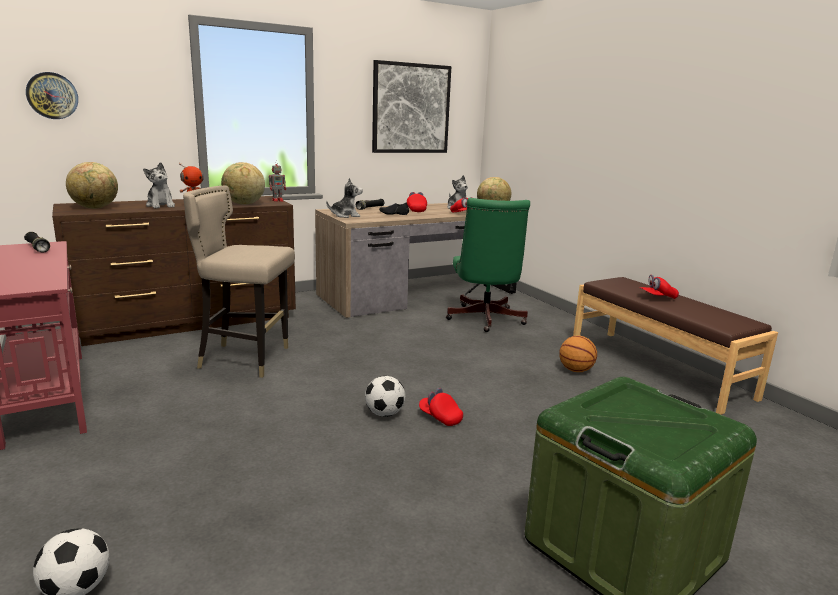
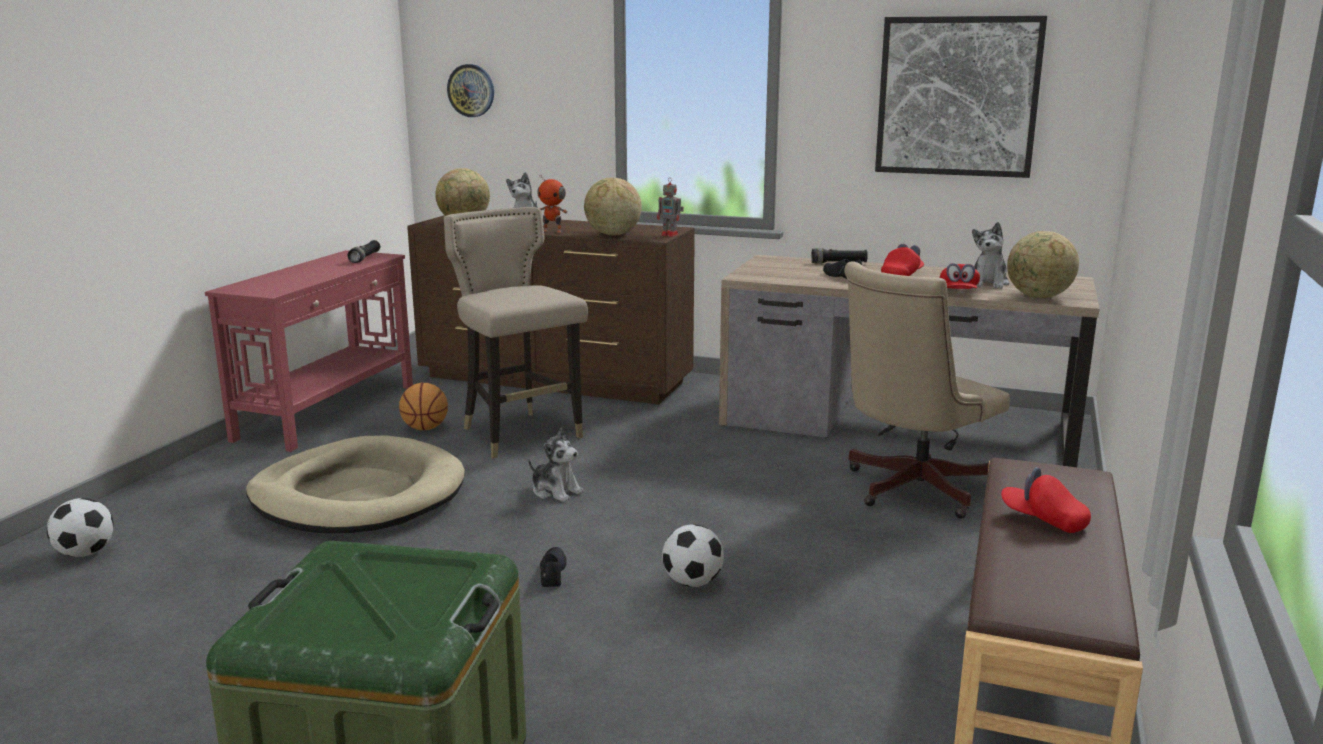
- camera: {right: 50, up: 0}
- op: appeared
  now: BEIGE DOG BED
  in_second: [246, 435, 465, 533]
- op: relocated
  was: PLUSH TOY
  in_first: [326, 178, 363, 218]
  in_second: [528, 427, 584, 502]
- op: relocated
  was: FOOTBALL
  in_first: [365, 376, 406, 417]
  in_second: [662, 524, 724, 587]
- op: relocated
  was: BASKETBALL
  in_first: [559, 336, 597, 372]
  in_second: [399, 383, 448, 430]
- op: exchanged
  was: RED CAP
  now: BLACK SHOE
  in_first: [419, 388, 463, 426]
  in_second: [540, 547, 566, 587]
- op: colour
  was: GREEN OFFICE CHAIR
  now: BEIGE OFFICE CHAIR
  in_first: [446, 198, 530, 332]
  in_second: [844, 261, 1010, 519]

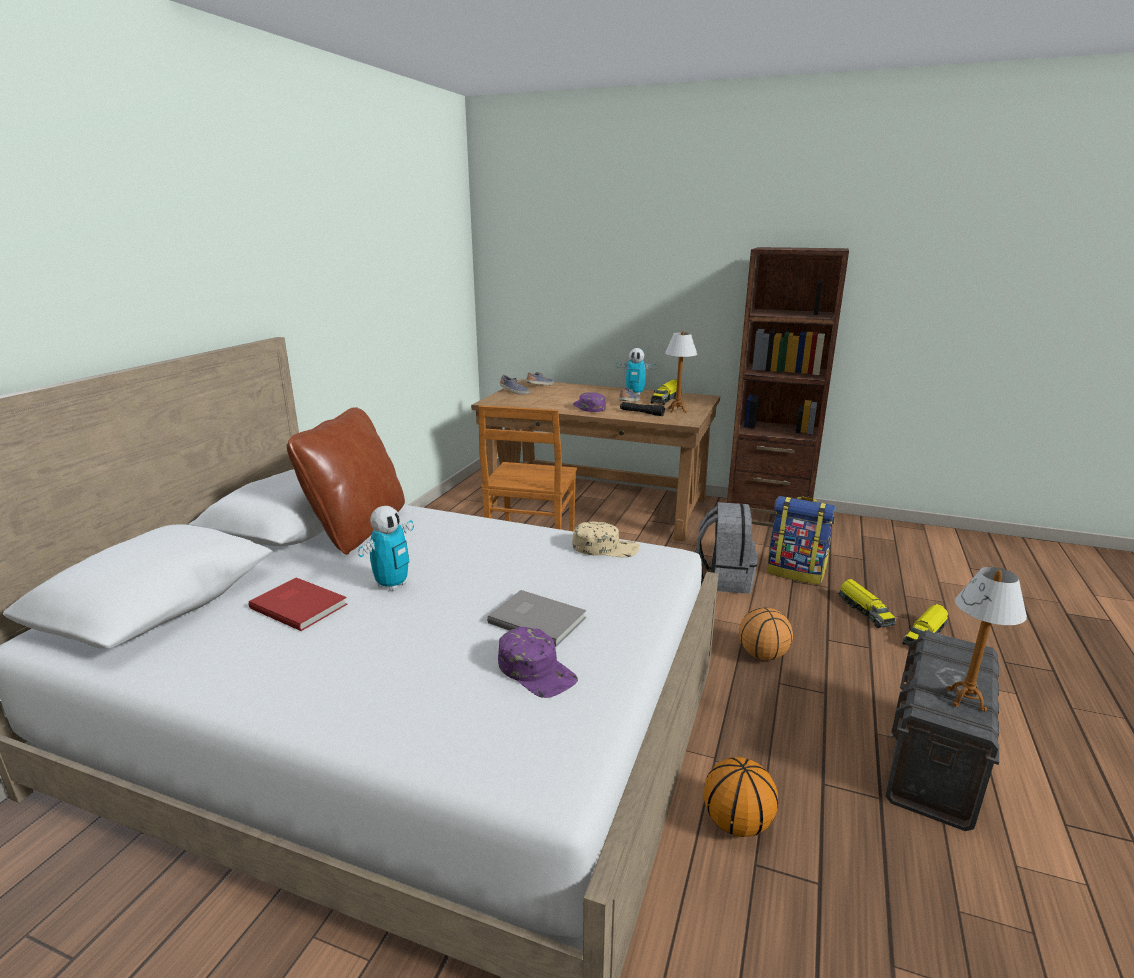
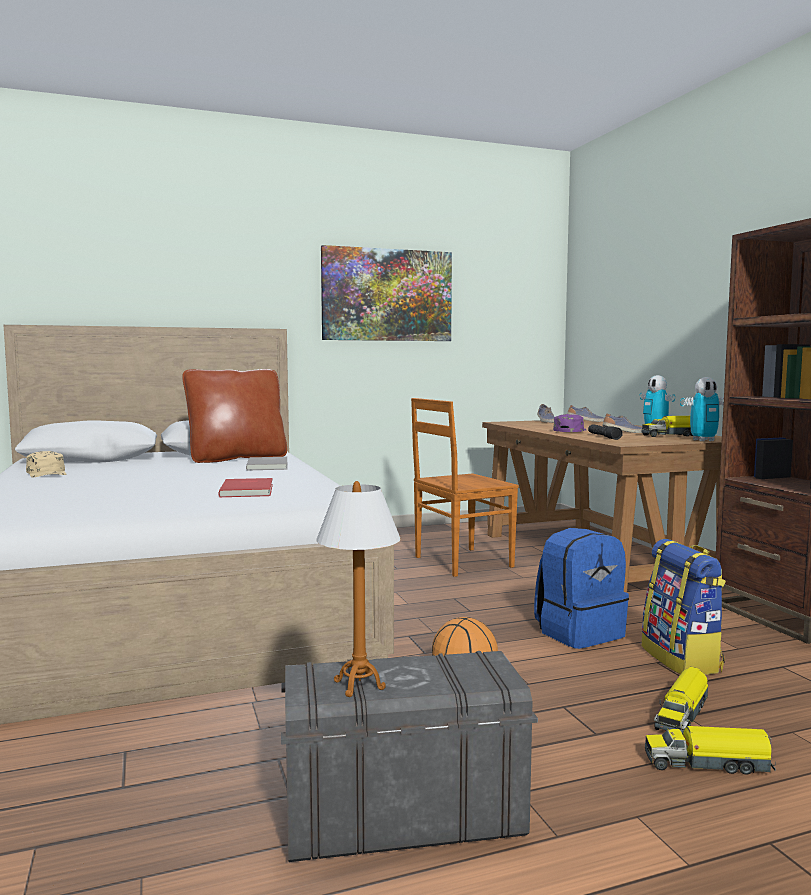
- camera: {right: 50, up: -15}
- op: missing
  was: PURPLE CAP
  in_first: [498, 627, 578, 698]
- op: missing
  was: TABLE LAMP
  in_first: [665, 331, 697, 413]
- op: missing
  was: BASKETBALL
  in_first: [704, 757, 778, 837]
- op: appeared
  now: PICTURE
  in_second: [321, 245, 452, 341]
- op: relocated
  was: RED BOOK
  in_first: [248, 577, 347, 631]
  in_second: [218, 478, 273, 497]
- op: relocated
  was: TOY ROBOT
  in_first: [359, 506, 414, 592]
  in_second: [680, 377, 724, 441]
- op: relocated
  was: GREY BOOK
  in_first: [487, 590, 586, 647]
  in_second: [246, 457, 288, 471]
- op: relocated
  was: BEIGE CAP
  in_first: [572, 522, 640, 558]
  in_second: [26, 451, 66, 477]
- op: colour
  was: GREY BACKPACK
  now: BLUE BACKPACK
  in_first: [696, 502, 758, 594]
  in_second: [534, 528, 629, 649]

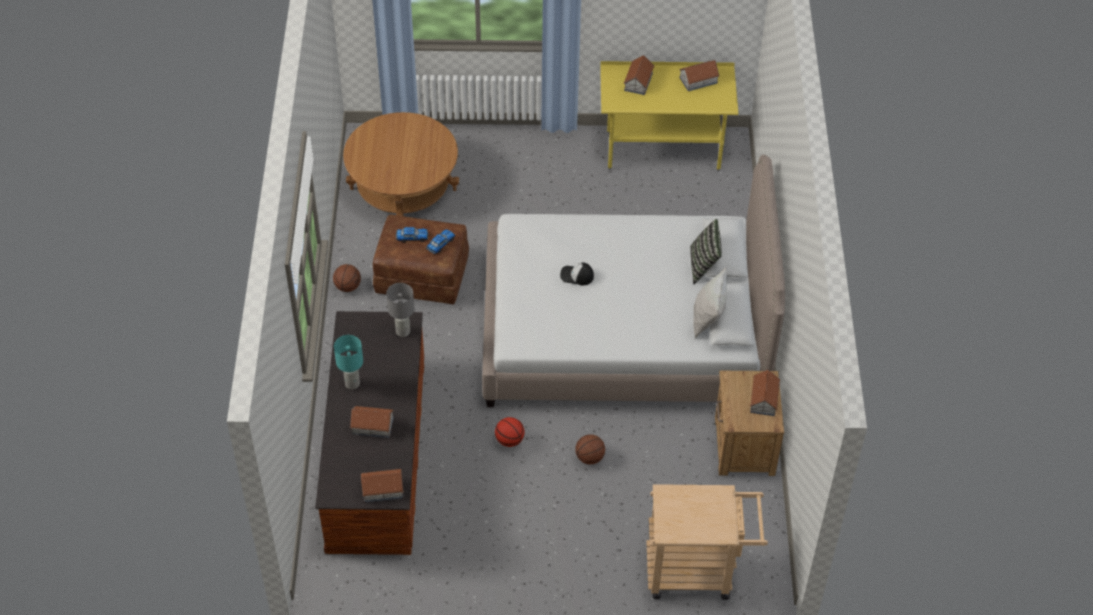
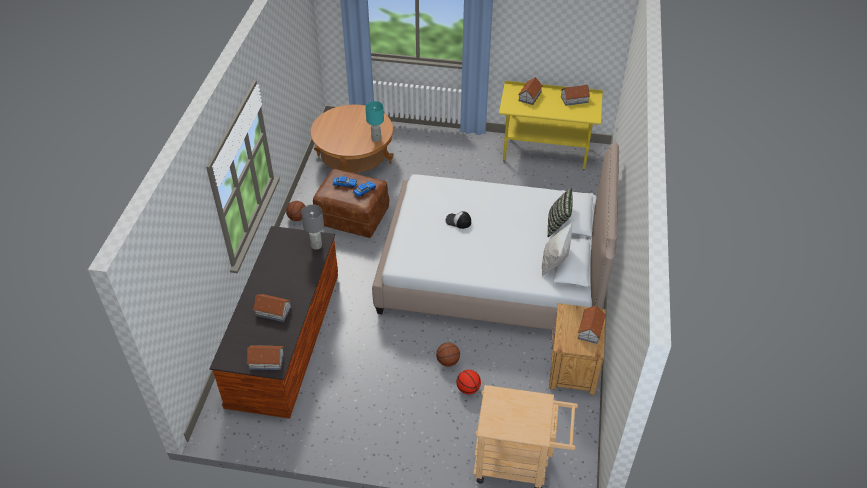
- camera: {right: 10, up: -5}
- op: relocated
  was: TURQUOISE TABLE LAMP
  in_first: [334, 335, 363, 390]
  in_second: [365, 101, 384, 142]
- op: relocated
  was: BASKETBALL
  in_first: [495, 417, 525, 447]
  in_second: [457, 370, 481, 394]

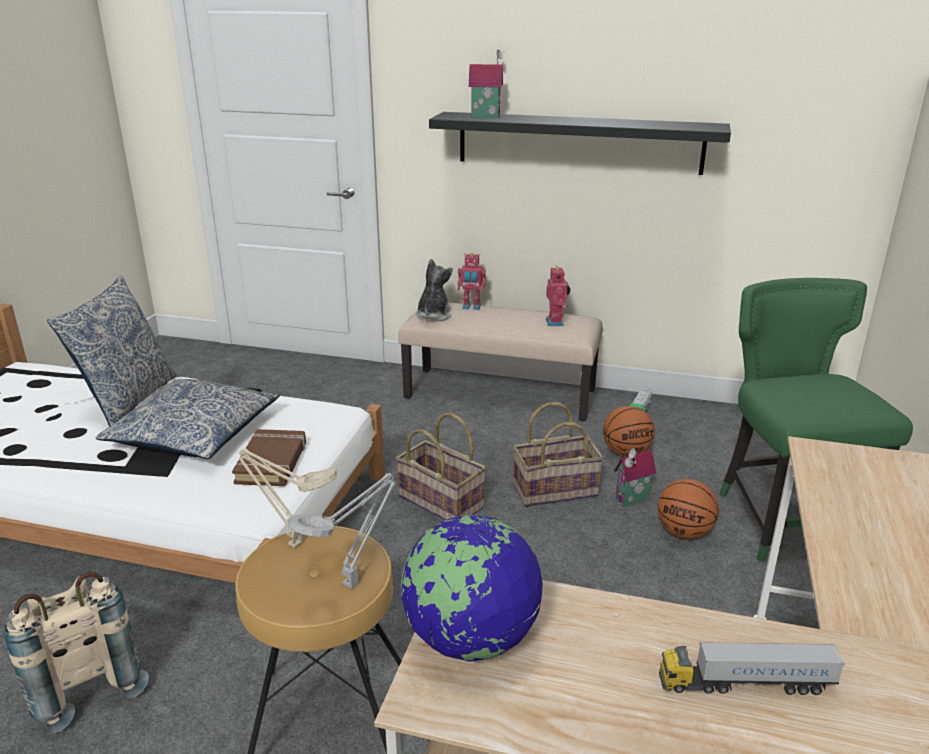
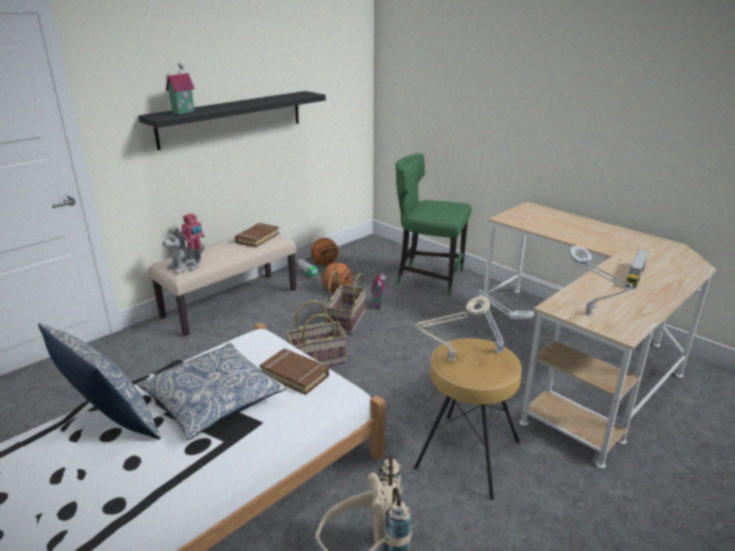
- camera: {right: -60, up: 0}
- op: relocated
  was: BASKETBALL
  in_first: [657, 479, 719, 539]
  in_second: [311, 238, 338, 265]
- op: exchanged
  was: GLOBE
  now: GREY TABLE LAMP
  in_first: [401, 515, 543, 662]
  in_second: [569, 246, 633, 315]
- op: exchanged
  was: TOY ROBOT
  now: BROWN BOOK
  in_first: [546, 265, 570, 326]
  in_second: [235, 223, 280, 247]
- op: spun
  was: PLUSH TOY
  in_first: [416, 259, 453, 321]
  in_second: [162, 228, 204, 274]
  clockwise: -90

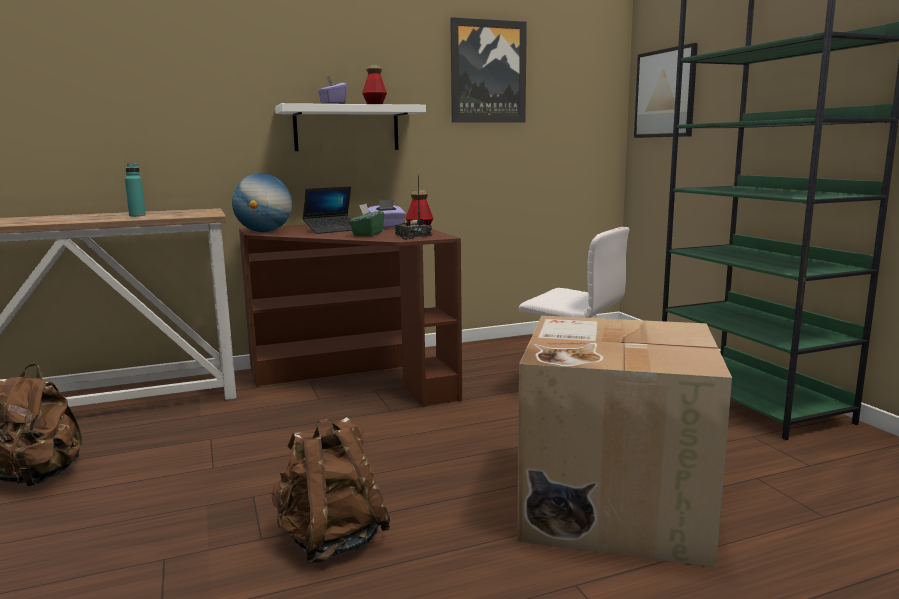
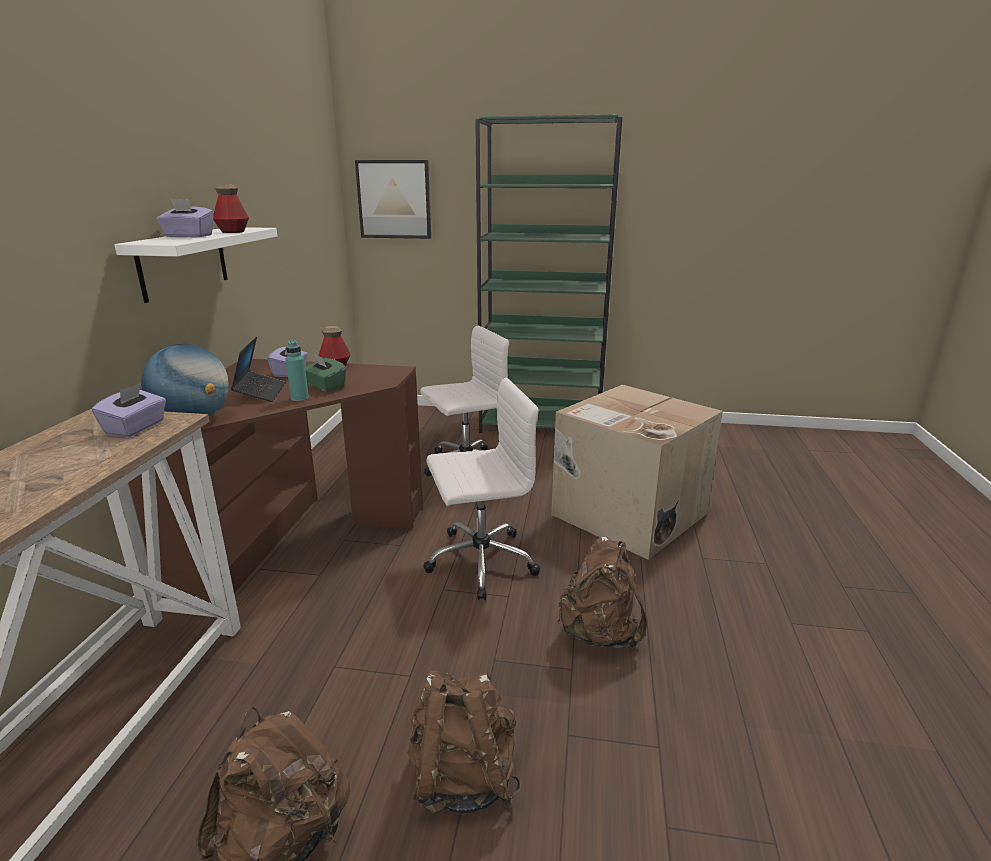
- camera: {right: -60, up: 10}
- op: missing
  was: RADIO
  in_first: [395, 174, 432, 240]
- op: missing
  was: PICTURE
  in_first: [450, 17, 527, 123]
- op: appeared
  now: PURPLE TISSUE BOX
  in_second: [92, 383, 166, 437]
- op: appeared
  now: BROWN BACKPACK
  in_second: [407, 670, 521, 813]
- op: appeared
  now: WHITE OFFICE CHAIR
  in_second: [423, 378, 540, 600]
- op: relocated
  was: TURQUOISE BOTTLE
  in_first: [125, 163, 146, 216]
  in_second: [286, 340, 309, 401]

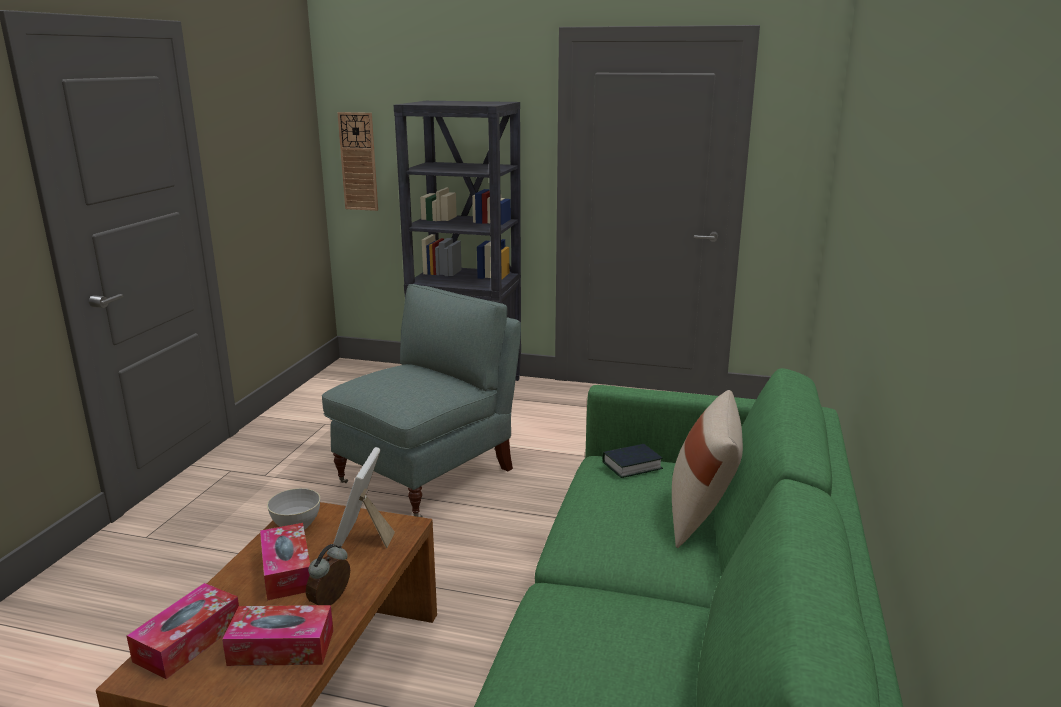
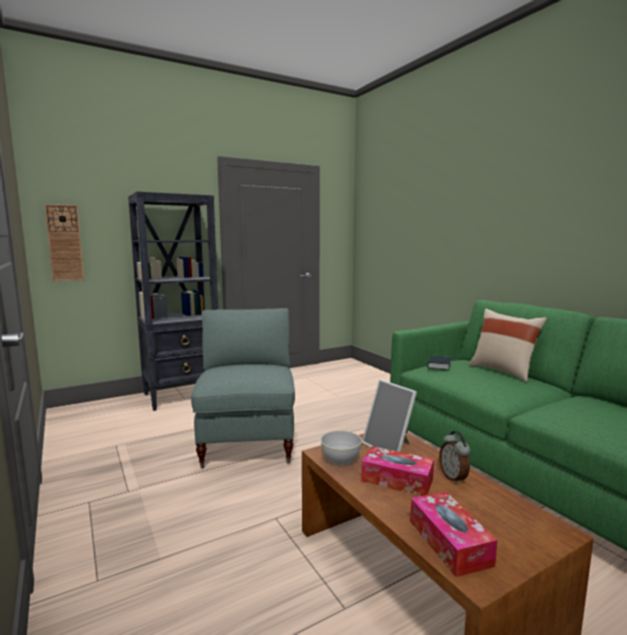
- camera: {right: -45, up: -10}
- op: missing
  was: TISSUE BOX
  in_first: [222, 605, 333, 666]

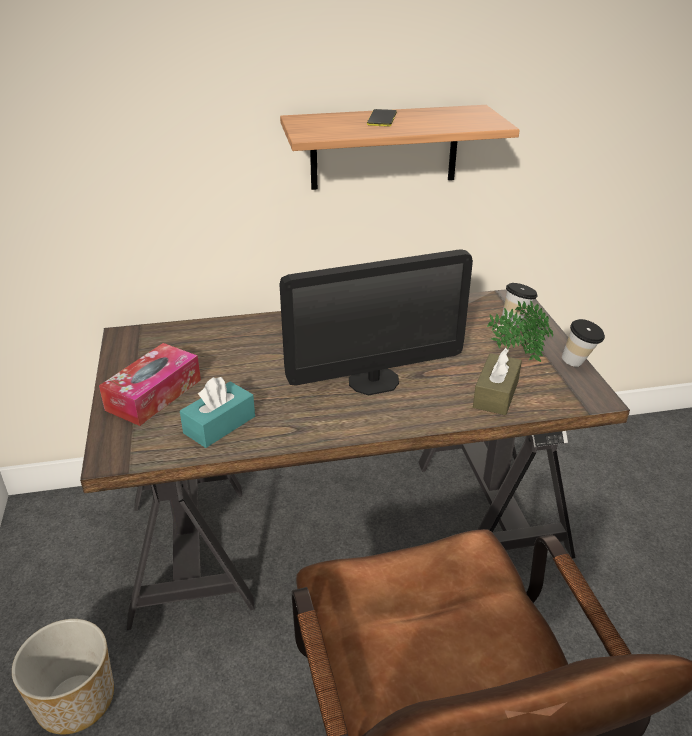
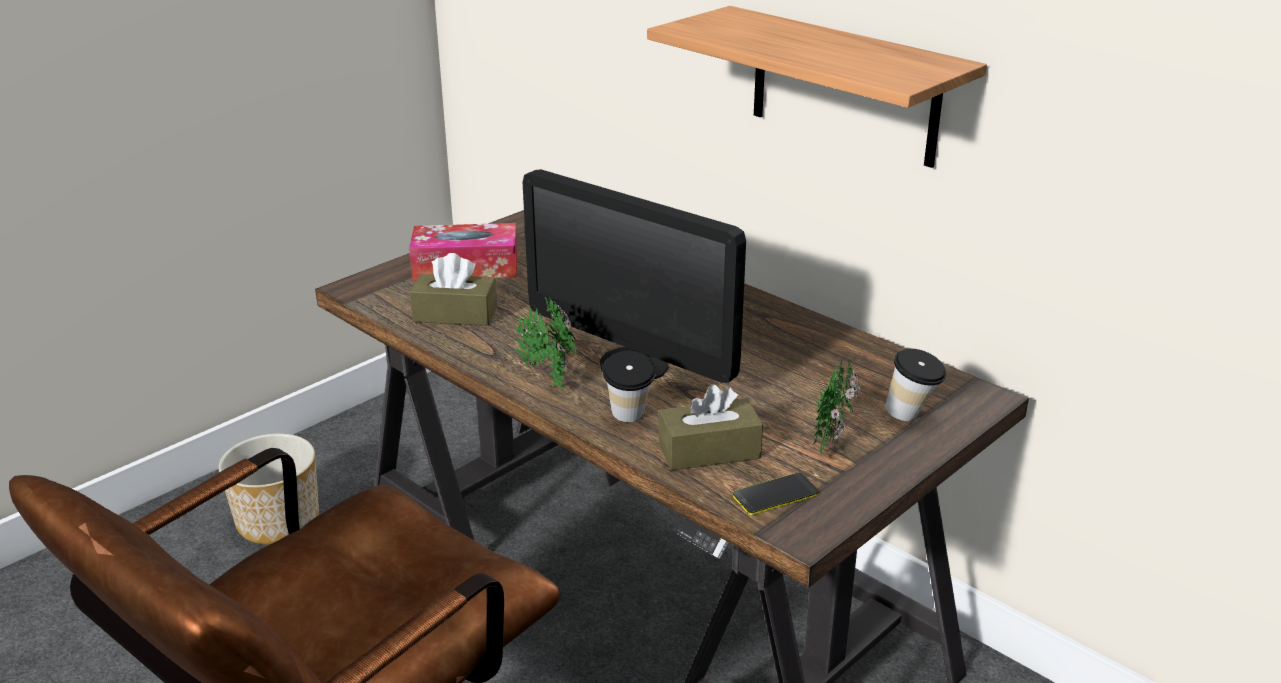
- camera: {right: 55, up: -5}
- op: appeared
  now: POTTED PLANT
  in_second: [514, 297, 577, 389]
- op: relocated
  was: PHONE
  in_first: [367, 109, 397, 127]
  in_second: [733, 473, 819, 515]
- op: relocated
  was: CUP
  in_first: [562, 319, 605, 367]
  in_second: [602, 351, 656, 422]
- op: colour
  was: TURQUOISE TISSUE BOX
  now: BROWN TISSUE BOX
  in_first: [180, 377, 255, 448]
  in_second: [410, 253, 497, 326]

